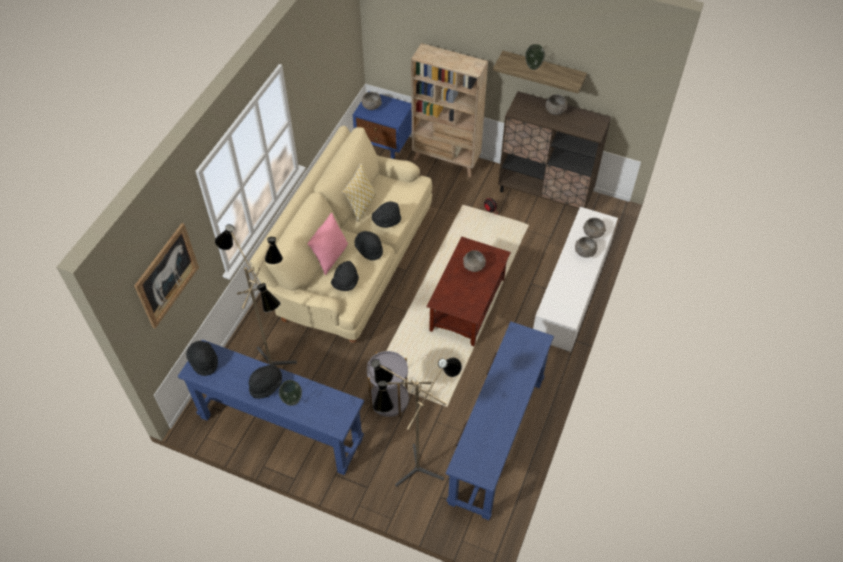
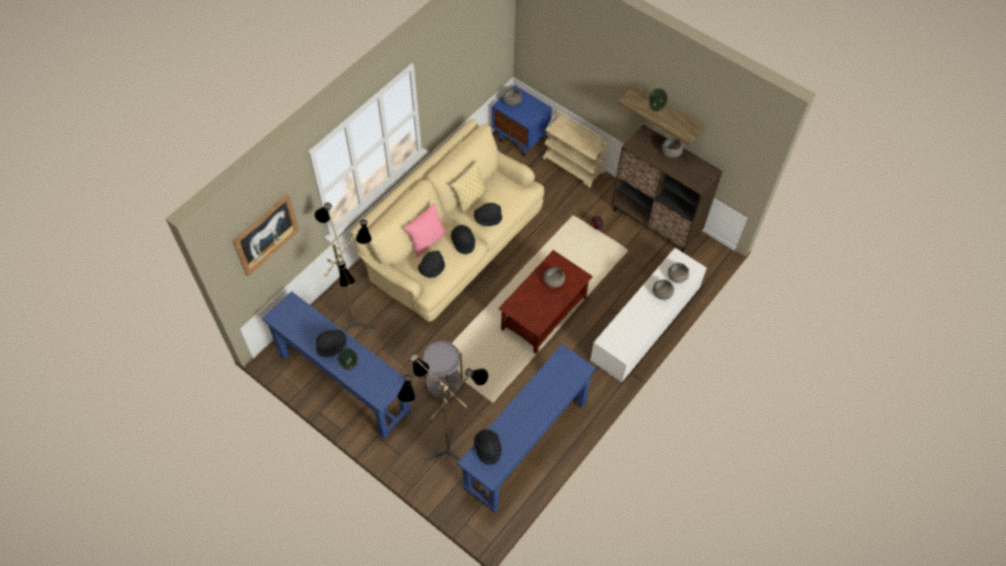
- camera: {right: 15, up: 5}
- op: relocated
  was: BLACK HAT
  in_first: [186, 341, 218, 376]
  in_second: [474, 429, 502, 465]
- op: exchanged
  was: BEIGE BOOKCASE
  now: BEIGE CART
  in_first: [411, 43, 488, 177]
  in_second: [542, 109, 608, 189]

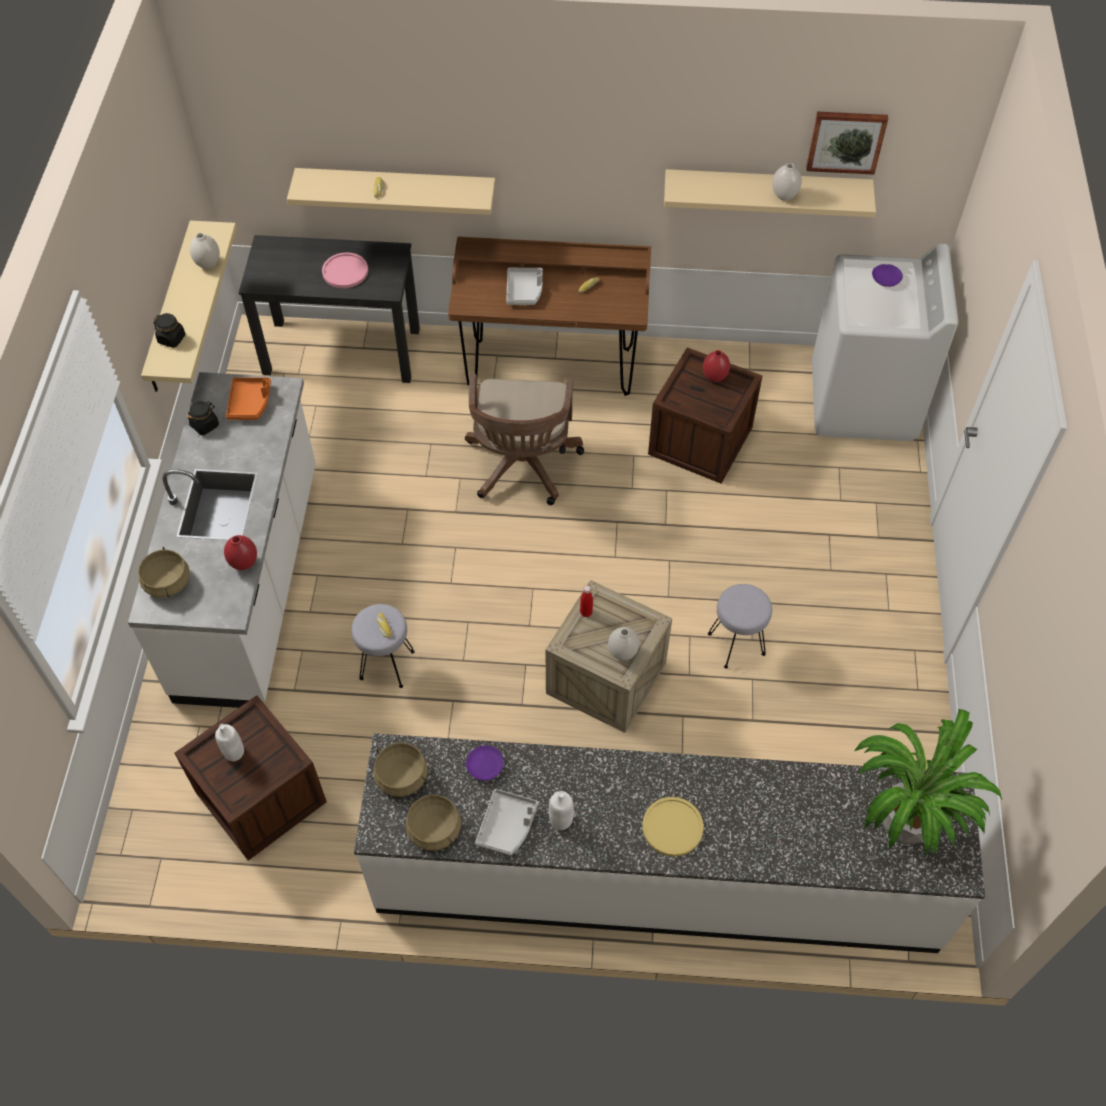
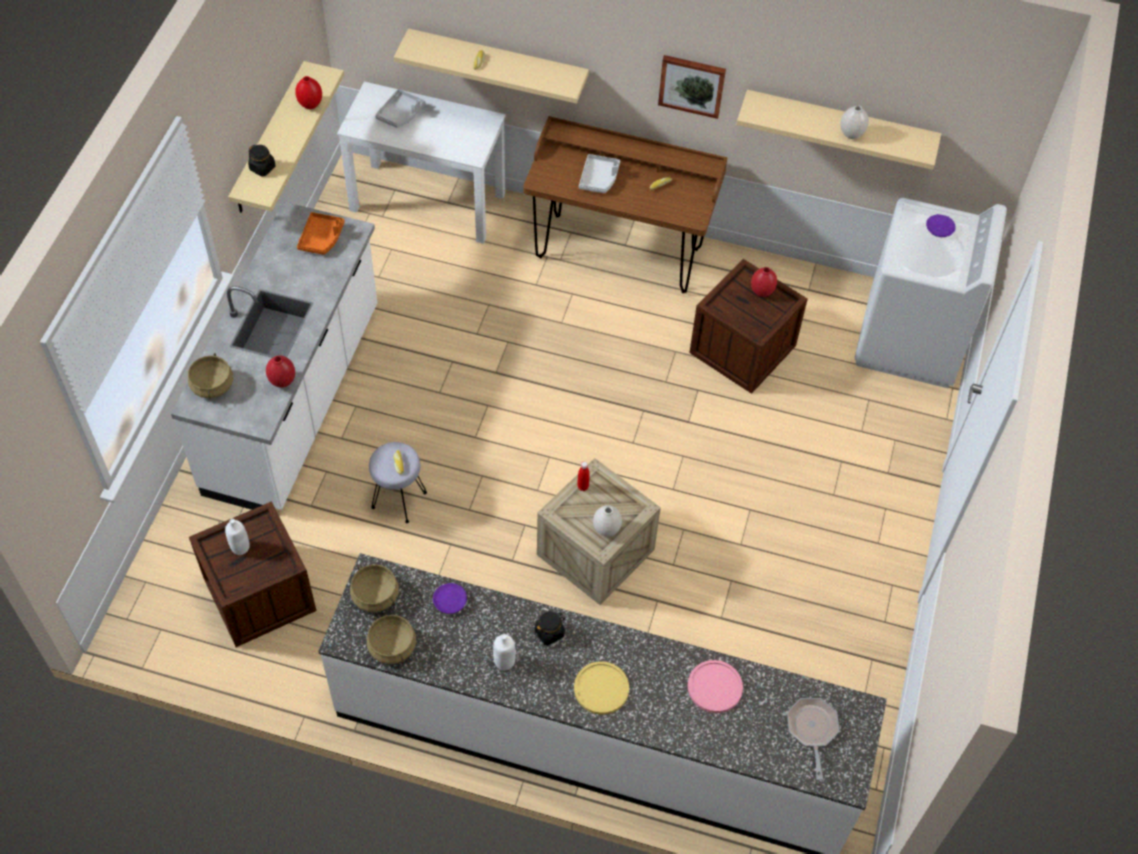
- camera: {right: 10, up: 0}
- op: missing
  was: BROWN OFFICE CHAIR
  in_first: [465, 374, 584, 505]
- op: missing
  was: GREY STOOL
  in_first: [708, 584, 772, 669]
- op: relocated
  was: BLACK JAR
  in_first: [188, 401, 219, 435]
  in_second: [535, 611, 565, 645]
- op: relocated
  was: PINK PLATE
  in_first: [322, 252, 368, 288]
  in_second: [688, 660, 743, 713]
- op: relocated
  was: GREY TRAY
  in_first: [475, 789, 538, 856]
  in_second: [375, 89, 425, 128]
- op: relocated
  was: PICTURE
  in_first: [806, 112, 888, 175]
  in_second: [658, 55, 726, 119]
- op: exchanged
  was: POTTED PLANT
  now: FRYING PAN
  in_first: [854, 709, 1002, 856]
  in_second: [787, 698, 839, 780]
- op: colour
  was: WHITE VASE
  now: RED VASE
  in_first: [190, 233, 220, 269]
  in_second: [295, 76, 322, 109]
- op: colour
  was: BLACK DESK
  now: WHITE DESK
  in_first: [239, 235, 420, 383]
  in_second: [337, 82, 506, 244]

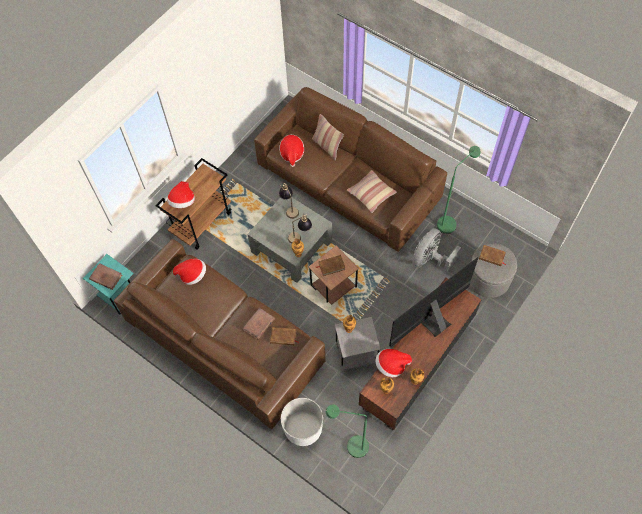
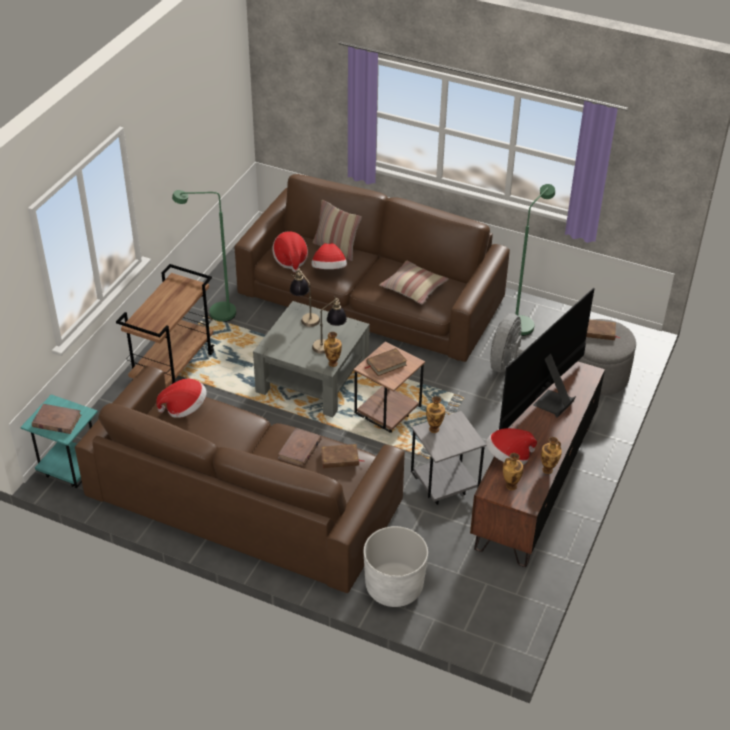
- camera: {right: -15, up: -20}
- op: relocated
  was: HAT
  in_first: [167, 181, 195, 208]
  in_second: [311, 243, 347, 269]
- op: relocated
  was: GREEN FLOOR LAMP
  in_first: [326, 404, 369, 458]
  in_second: [172, 190, 236, 322]

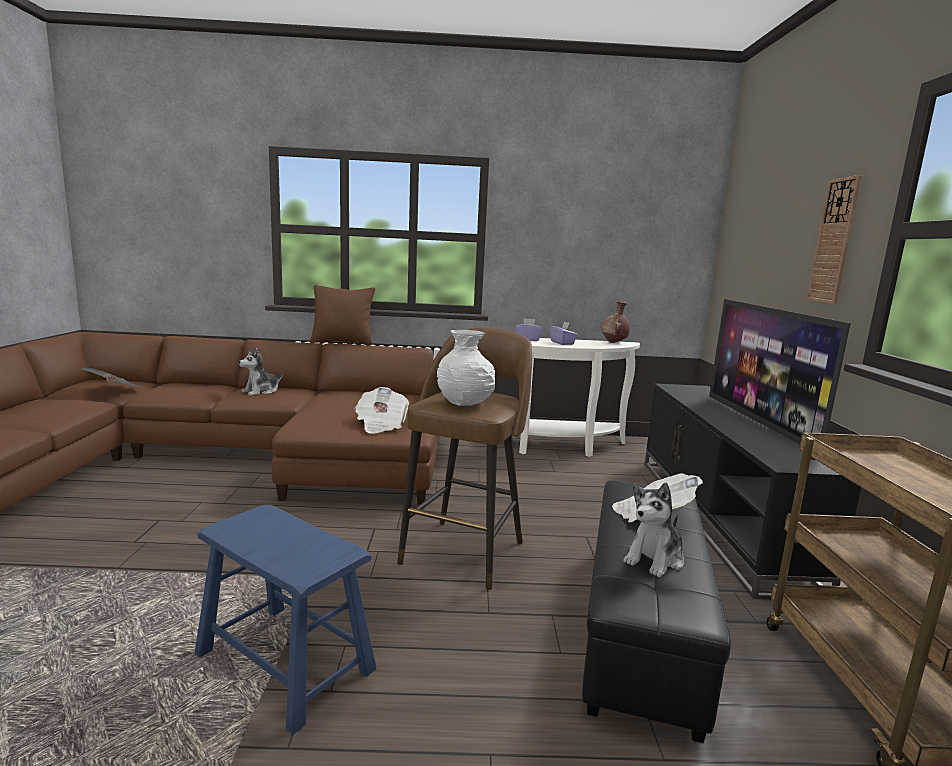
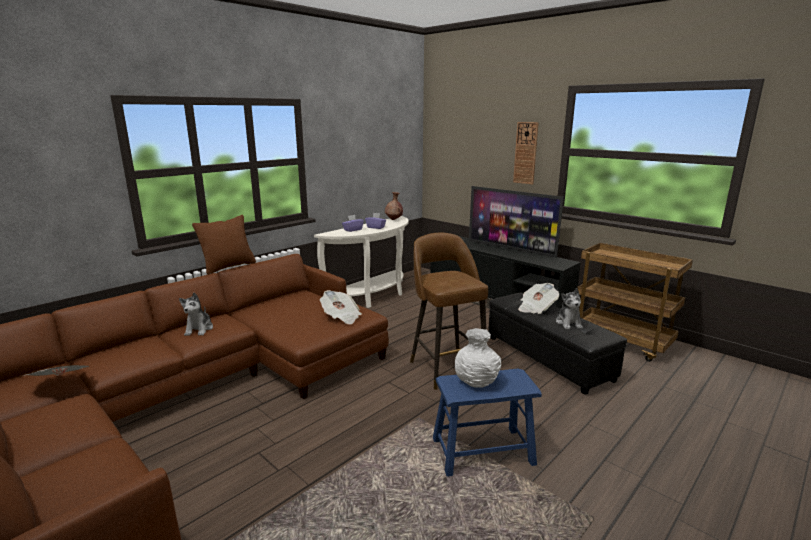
- camera: {right: -45, up: 5}
- op: relocated
  was: WHITE VASE
  in_first: [437, 330, 495, 406]
  in_second: [455, 328, 501, 387]

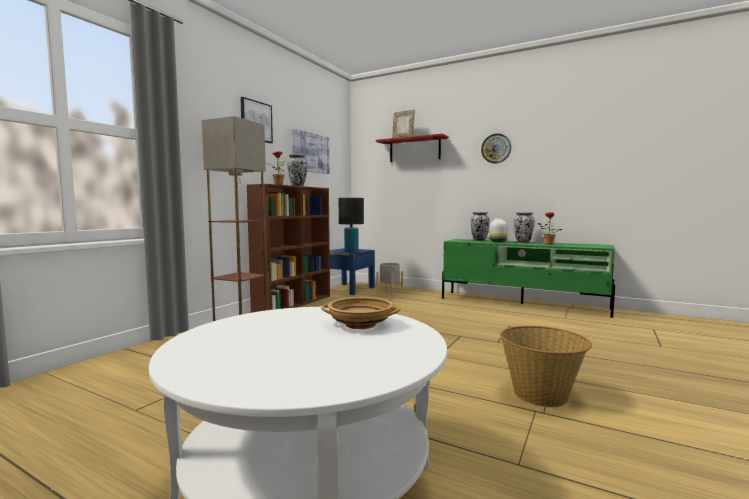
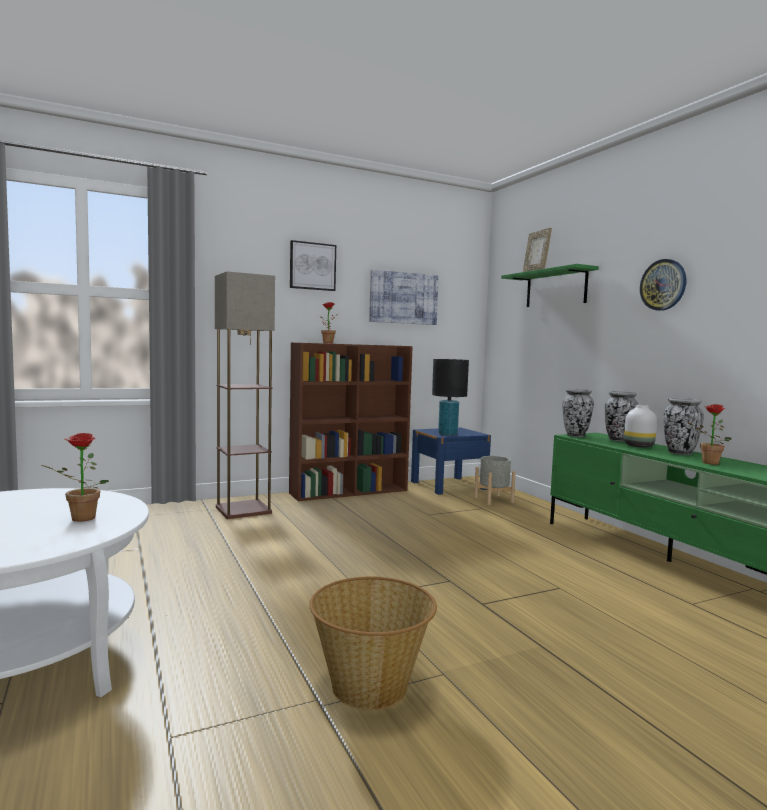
- camera: {right: 35, up: 0}
- op: relocated
  was: VASE
  in_first: [287, 154, 307, 186]
  in_second: [562, 389, 594, 437]
- op: exchanged
  was: BEIGE BOWL
  now: POTTED PLANT
  in_first: [321, 297, 401, 329]
  in_second: [42, 433, 109, 522]
- op: colour
  was: RED SHELF
  now: GREEN SHELF
  in_first: [376, 134, 449, 162]
  in_second: [501, 264, 599, 307]

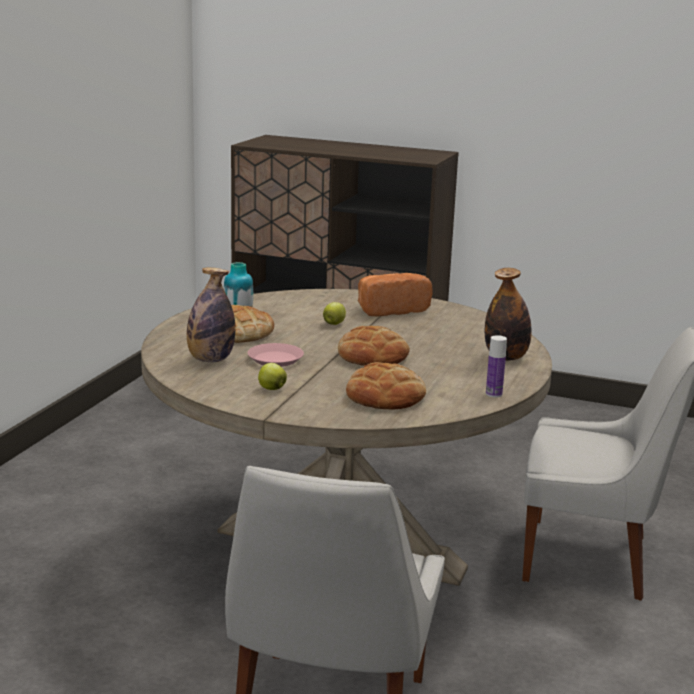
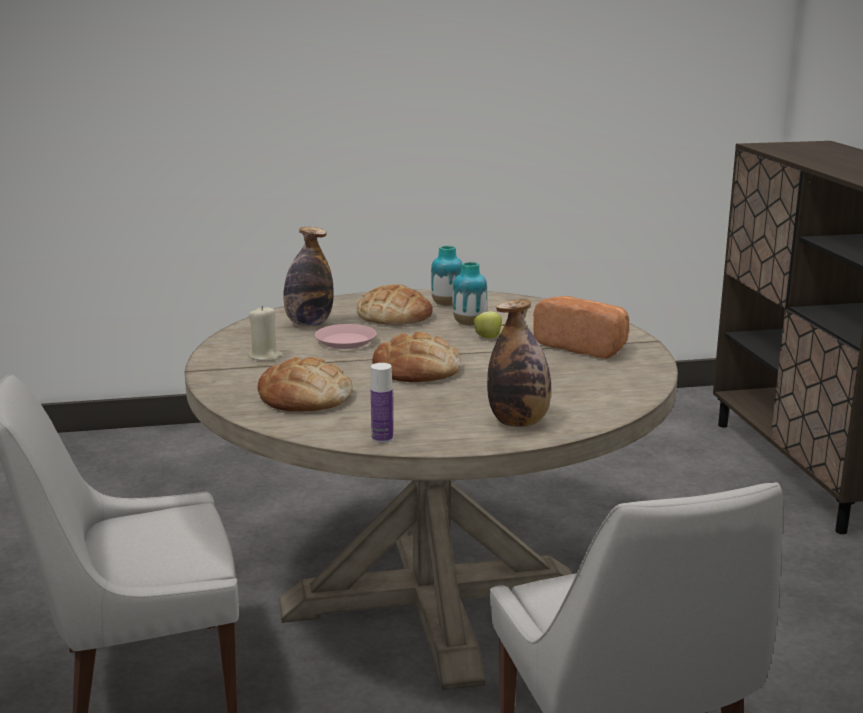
- camera: {right: 60, up: 0}
- op: appeared
  now: VASE
  in_second: [452, 262, 487, 326]
- op: exchanged
  was: APPLE
  now: BEIGE CANDLE
  in_first: [258, 363, 287, 390]
  in_second: [248, 306, 283, 361]

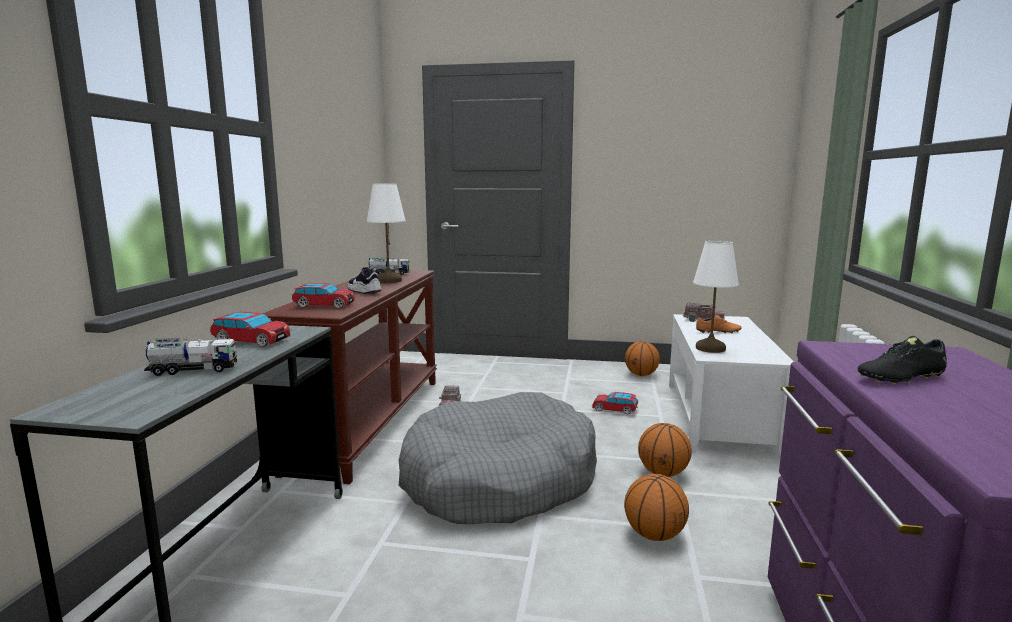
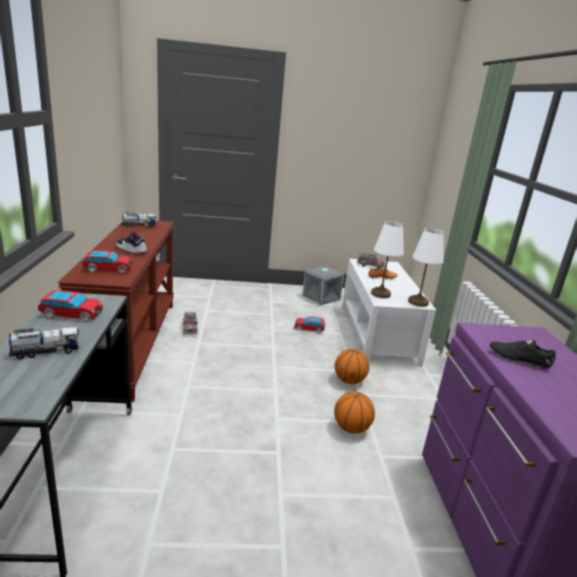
- camera: {right: -15, up: 10}
- op: missing
  was: GREY DOG BED
  in_first: [399, 392, 597, 524]
- op: relocated
  was: WHITE TABLE LAMP
  in_first: [367, 183, 406, 283]
  in_second: [408, 228, 444, 307]
- op: exchanged
  was: BASKETBALL
  now: GREY STORAGE BOX
  in_first: [625, 341, 660, 376]
  in_second: [302, 265, 344, 306]
- op: spun
  was: BLACK SHOE
  in_first: [858, 336, 947, 385]
  in_second: [490, 340, 556, 369]
  clockwise: 60

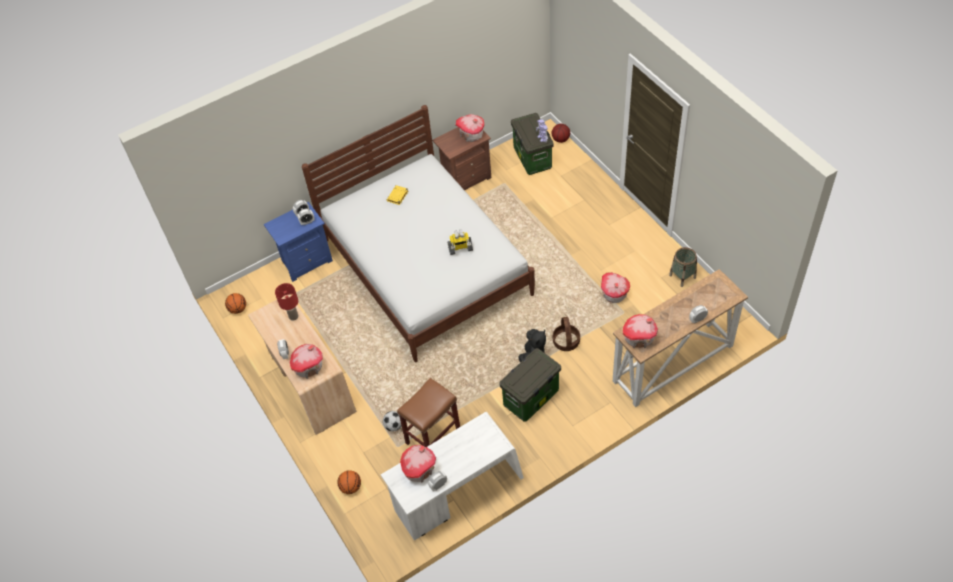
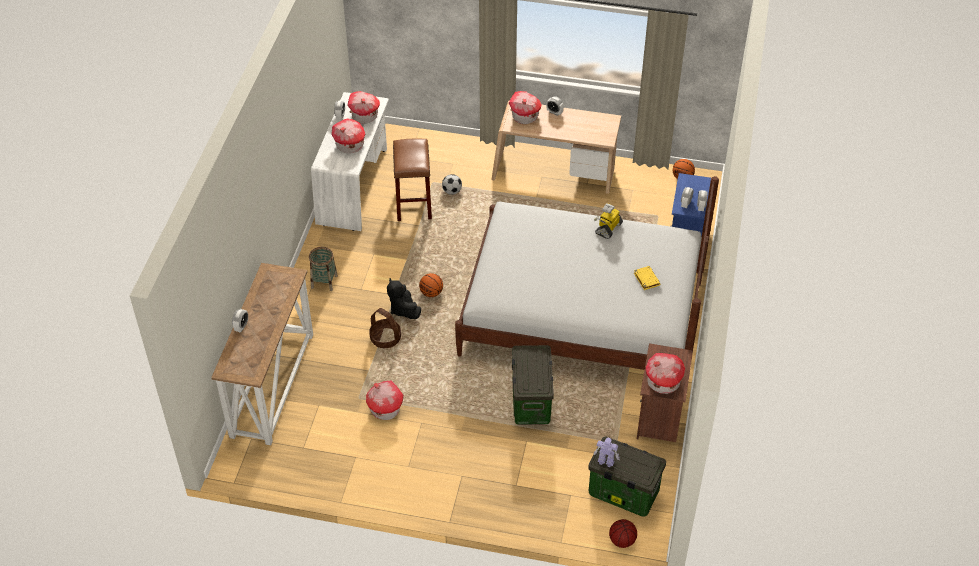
- camera: {right: 130, up: -5}
- op: missing
  was: RED TABLE LAMP
  in_first: [275, 283, 298, 321]
- op: relocated
  was: BASKETBALL
  in_first: [337, 470, 361, 494]
  in_second: [419, 273, 443, 297]
- op: relocated
  was: TOY ROBOT
  in_first: [447, 230, 473, 255]
  in_second: [594, 203, 623, 239]
- op: relocated
  was: STORAGE BOX
  in_first: [499, 348, 561, 422]
  in_second: [512, 345, 554, 425]
- op: relocated
  was: TOY HOUSE
  in_first: [623, 314, 658, 348]
  in_second: [331, 118, 365, 153]
- op: relocated
  was: BASKET
  in_first: [669, 247, 697, 287]
  in_second: [309, 247, 338, 291]

